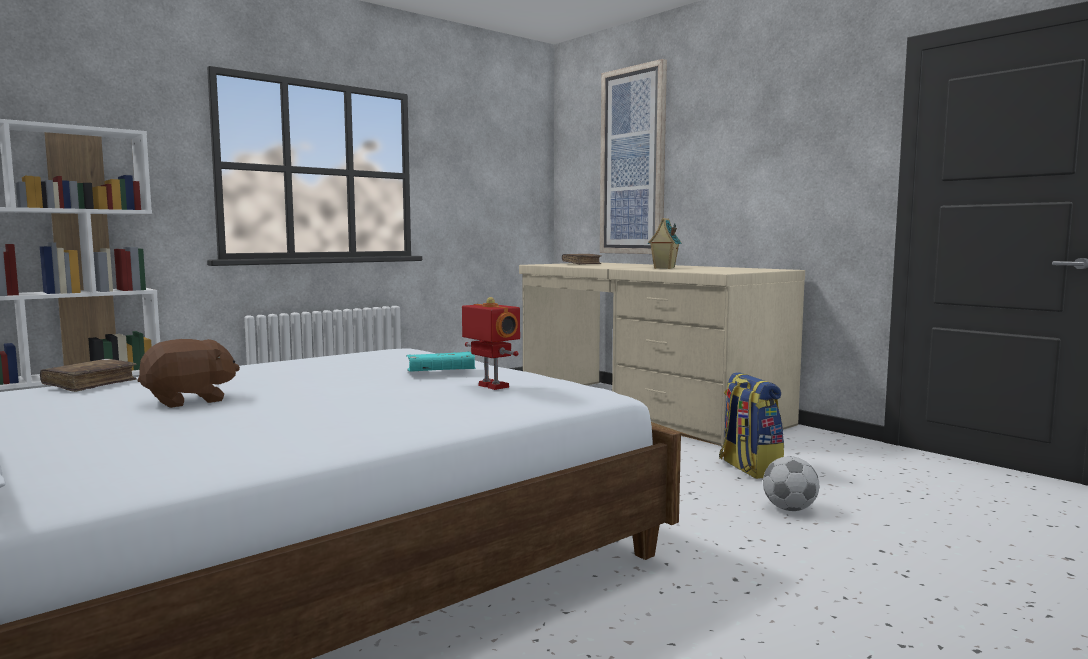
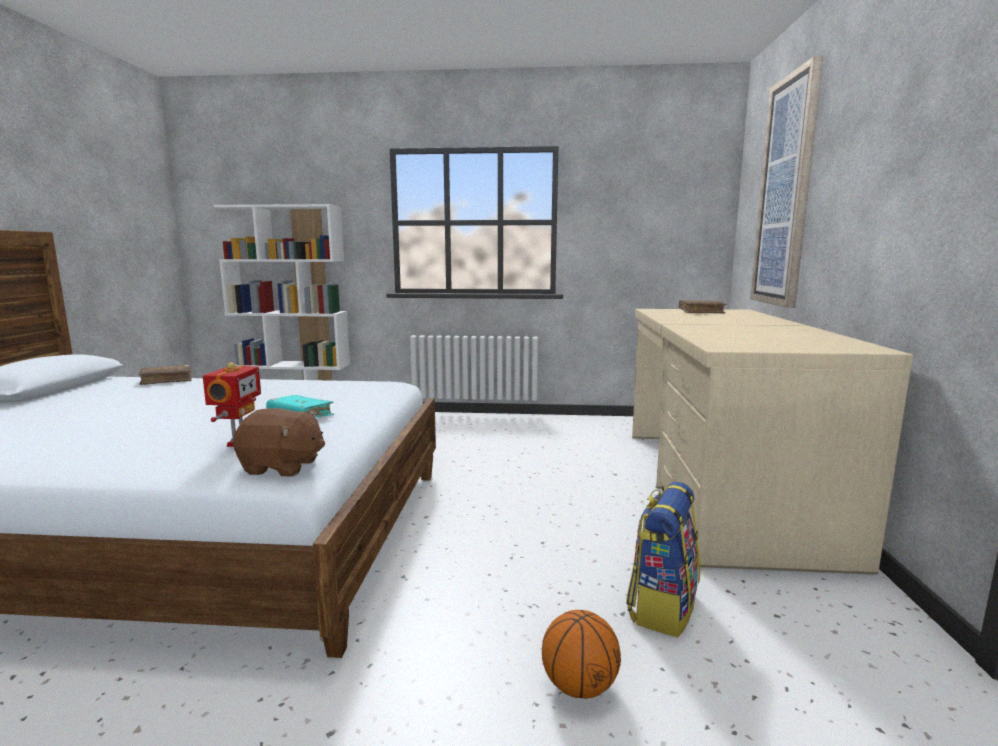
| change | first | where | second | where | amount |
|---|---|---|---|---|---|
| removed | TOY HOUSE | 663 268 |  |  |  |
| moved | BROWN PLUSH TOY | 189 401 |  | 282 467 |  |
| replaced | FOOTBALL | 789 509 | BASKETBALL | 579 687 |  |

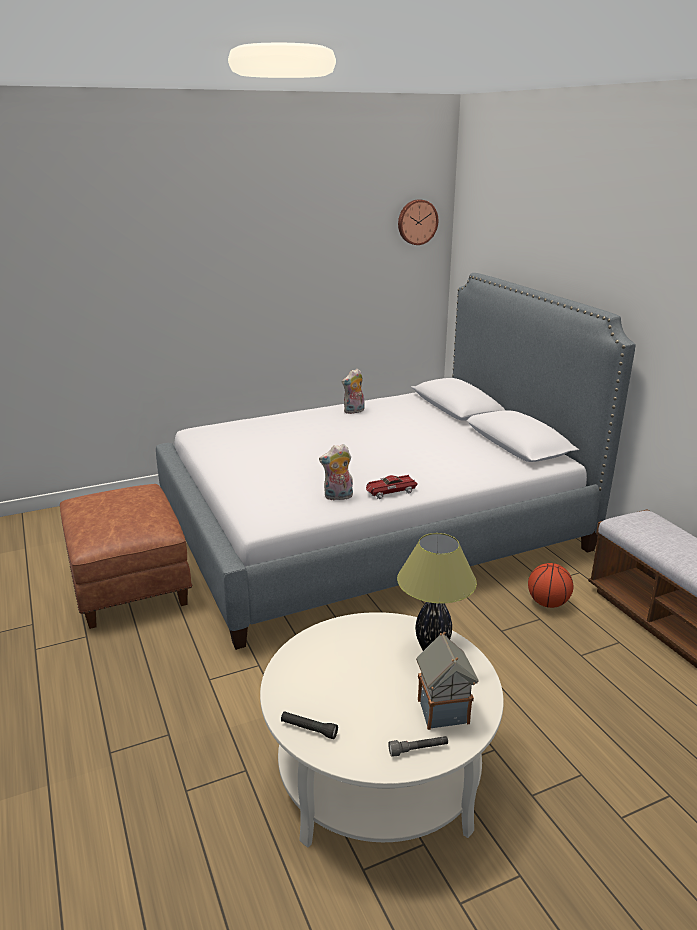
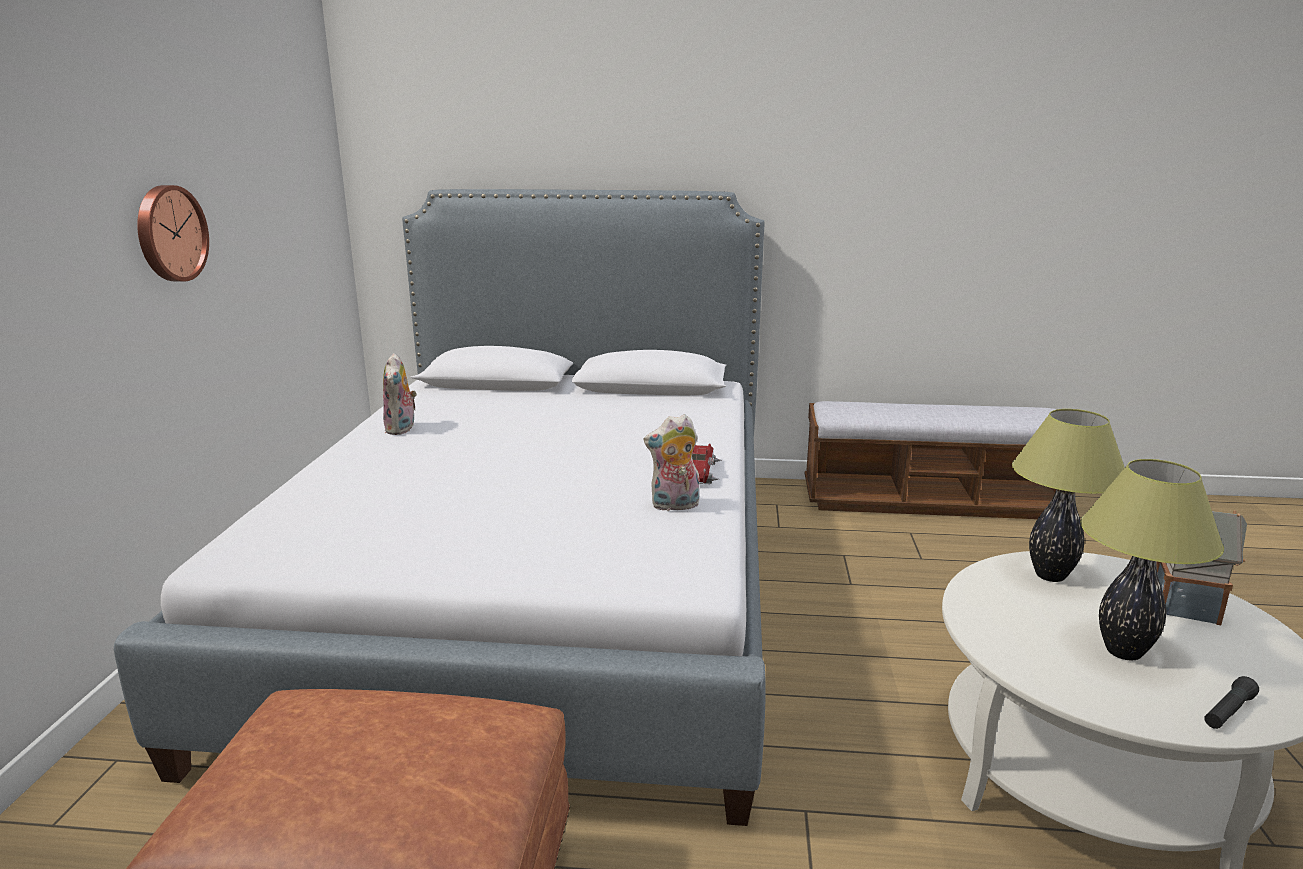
| change | first | where | second | where | amount |
|---|---|---|---|---|---|
| moved | WALL CLOCK | 417 222 |  | 169 233 |  |
| turned | PLUSH TOY | 338 497 |  | 674 506 | 60 degrees clockwise |
| removed | BASKETBALL | 547 603 |  |  |  |
| removed | GREY FLASHLIGHT | 418 750 |  |  |  |
| added |  |  | TABLE LAMP | 1124 652 |  |

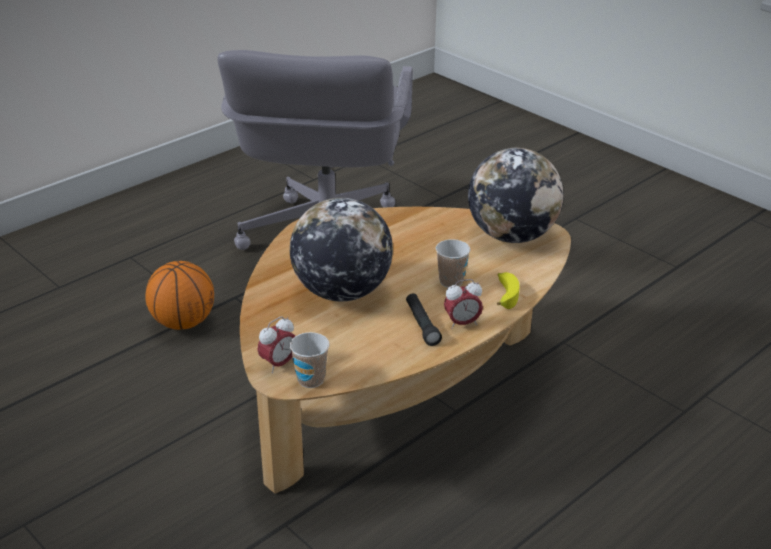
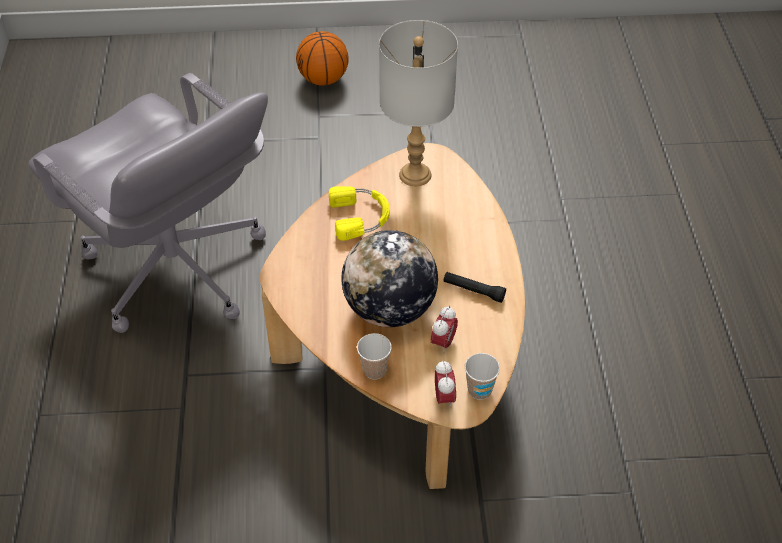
| change | first | where | second | where | amount |
|---|---|---|---|---|---|
| replaced | GLOBE | 511 235 | GREY TABLE LAMP | 415 174 |  |
| moved | CUP | 451 281 |  | 374 370 |  |
| moved | BASKETBALL | 183 322 |  | 323 79 |  |
| removed | BANANA | 504 294 |  |  |  |
| moved | ALARM CLOCK | 462 323 |  | 443 343 |  |
| added |  |  | YELLOW HEADPHONES | 361 216 |  |

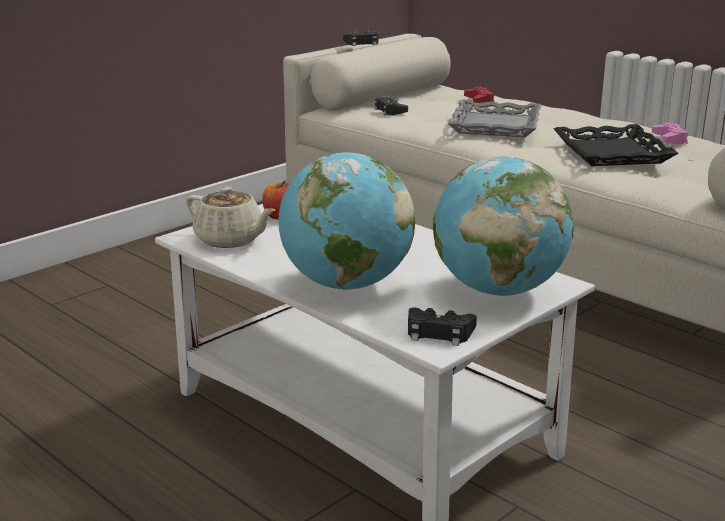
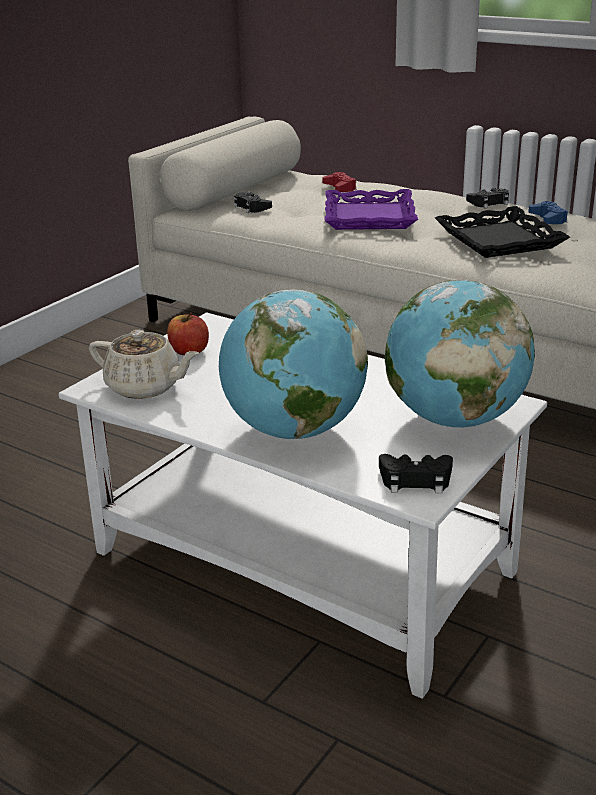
| change | first | where | second | where | amount |
|---|---|---|---|---|---|
| moved | BLACK GAME CONTROLLER | 362 43 |  | 489 203 |  |
| recoloured | GREY TRAY | 496 126 | PURPLE TRAY | 370 217 |  |
| recoloured | PINK GAME CONTROLLER | 669 139 | BLUE GAME CONTROLLER | 548 219 |  |

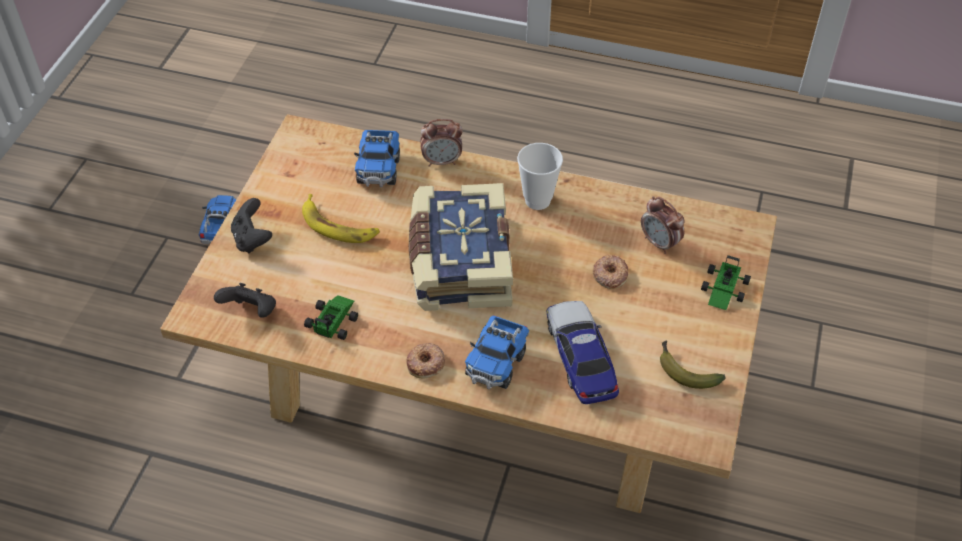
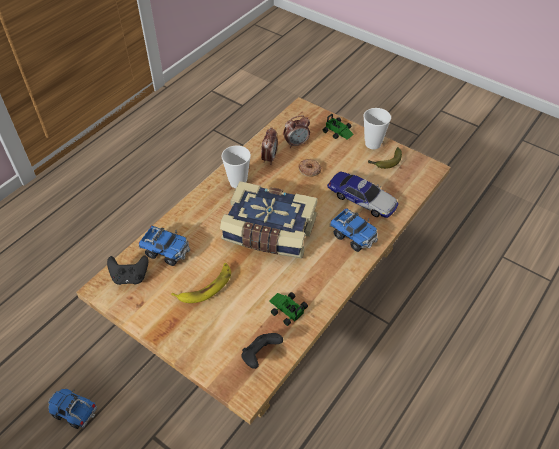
| change | first | where | second | where | amount |
|---|---|---|---|---|---|
| moved | ALARM CLOCK | 442 161 |  | 269 158 |  |
| moved | BLACK GAME CONTROLLER | 252 239 |  | 130 277 |  |
| turned | TOY CAR | 580 356 |  | 362 199 | 150 degrees counterclockwise |
| removed | DONUT | 426 363 |  |  |  |
| added |  |  | CUP | 373 144 |  |

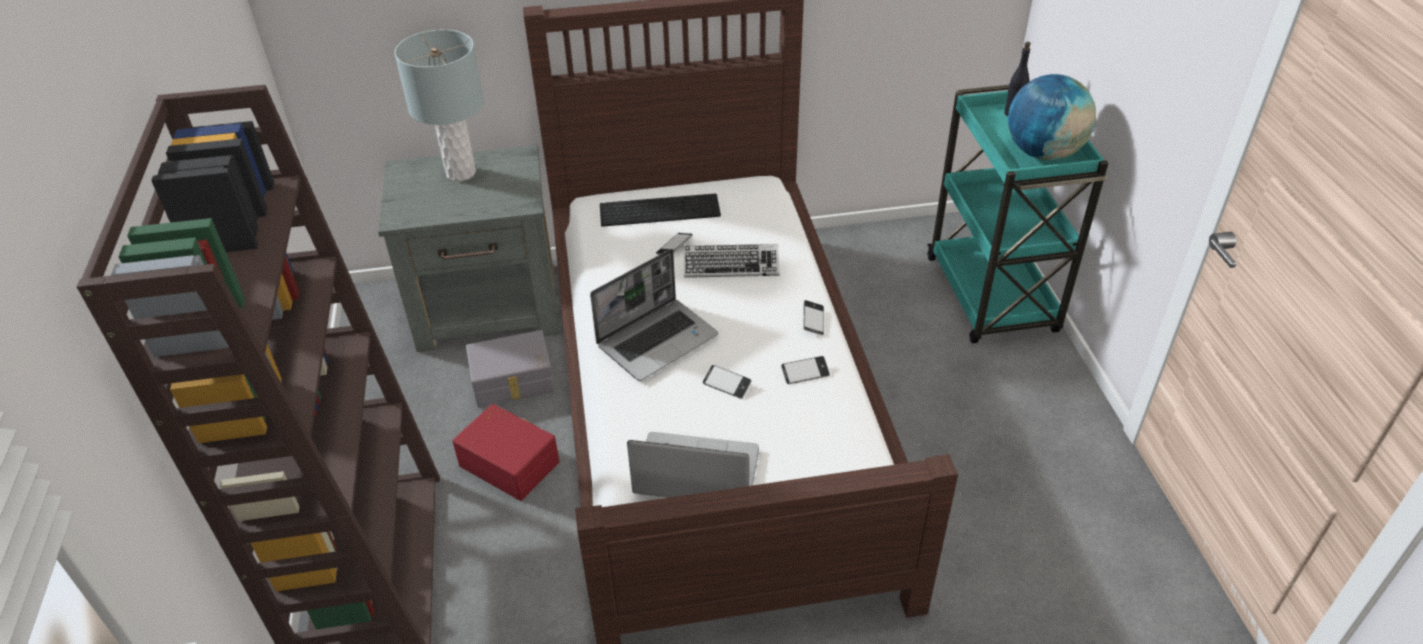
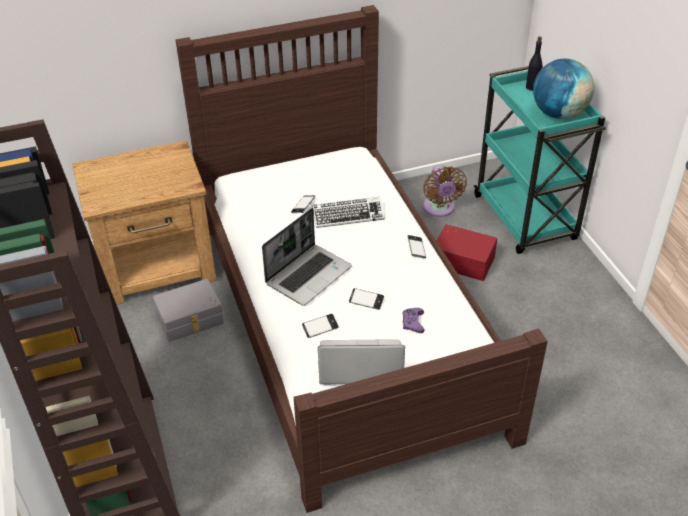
| change | first | where | second | where | amount |
|---|---|---|---|---|---|
| removed | GREY TABLE LAMP | 461 173 |  |  |  |
| recoloured | GREY NIGHTSTAND | 490 307 | BROWN NIGHTSTAND | 158 266 |  |
| removed | KEYBOARD | 660 209 |  |  |  |
| moved | PHONE | 805 373 |  | 320 328 |  |
| moved | RED STORAGE BOX | 510 462 |  | 463 260 |  |
| added |  |  | BROWN FAN | 439 209 |  |
| added |  |  | PURPLE GAME CONTROLLER | 413 323 |  |

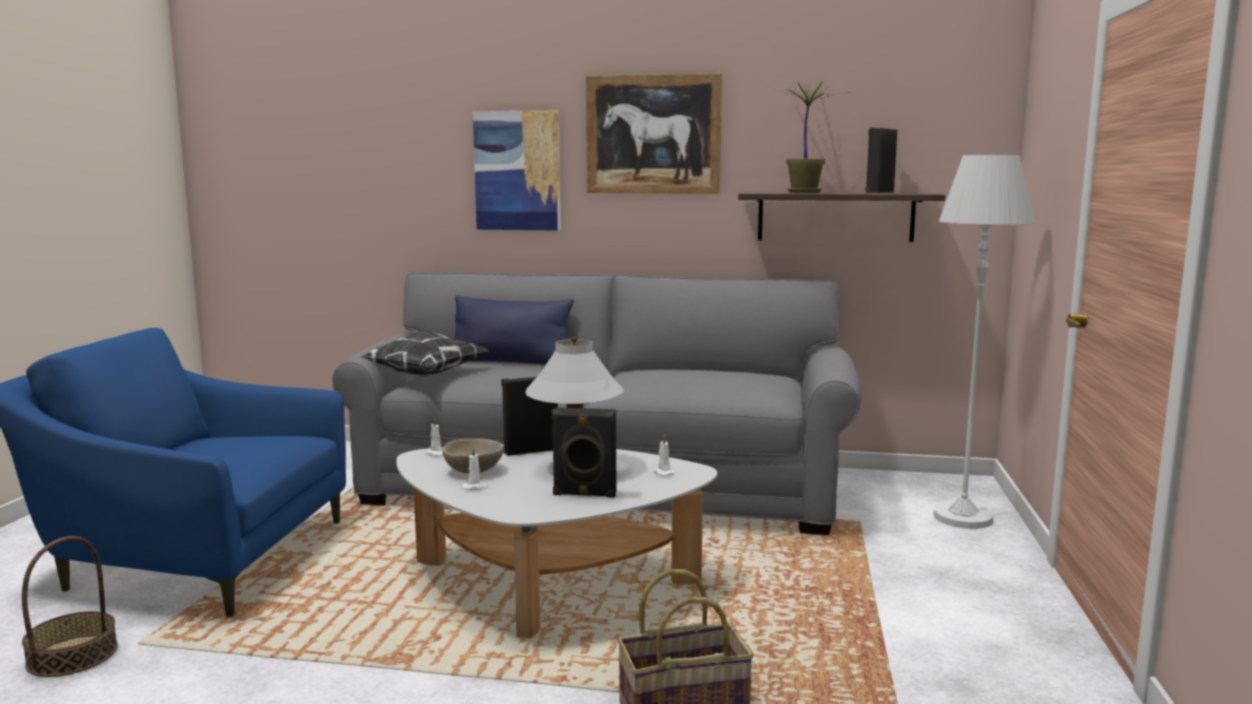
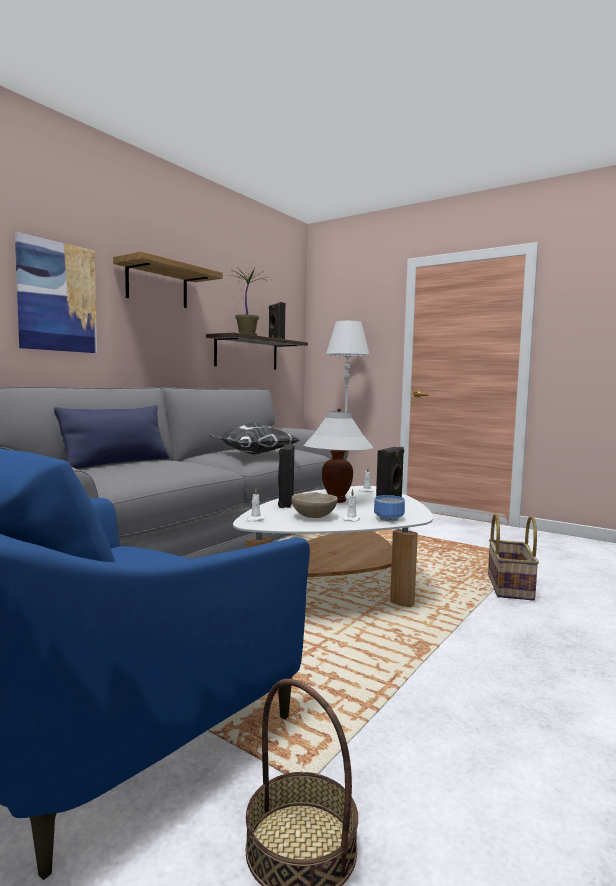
| change | first | where | second | where | amount |
|---|---|---|---|---|---|
| replaced | PICTURE | 653 134 | SHELF | 157 285 |  |
| moved | PILLOW | 426 375 |  | 253 454 |  |
| added |  |  | BOWL | 390 519 |  |

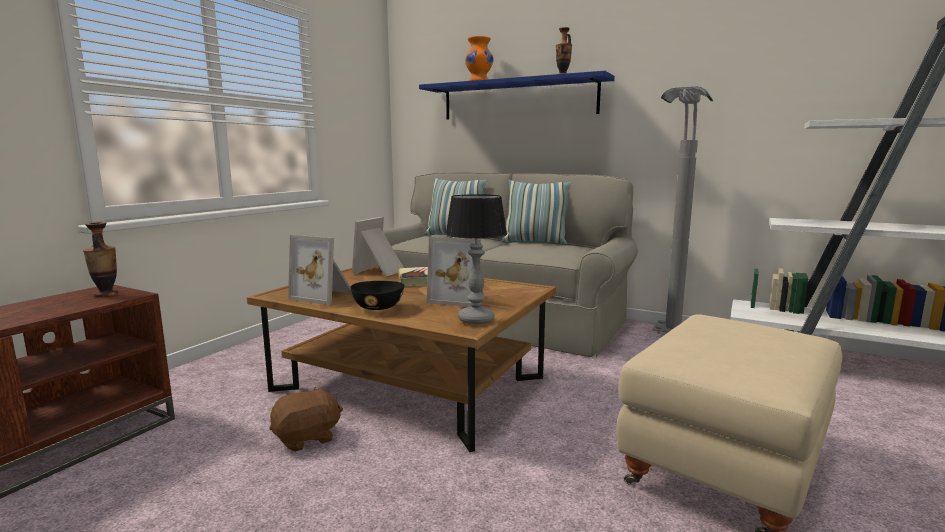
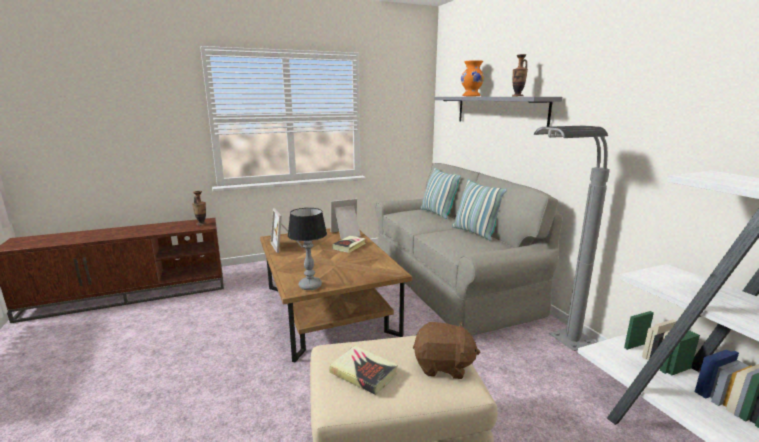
| change | first | where | second | where | amount |
|---|---|---|---|---|---|
| recoloured | BLUE SHELF | 518 99 | GREY SHELF | 499 111 |  |
| removed | PICTURE FRAME | 459 298 |  |  |  |
| removed | BLACK BOWL | 379 307 |  |  |  |
| moved | BROWN PLUSH TOY | 307 438 |  | 443 366 |  |
| added |  |  | BOOK | 363 373 |  |

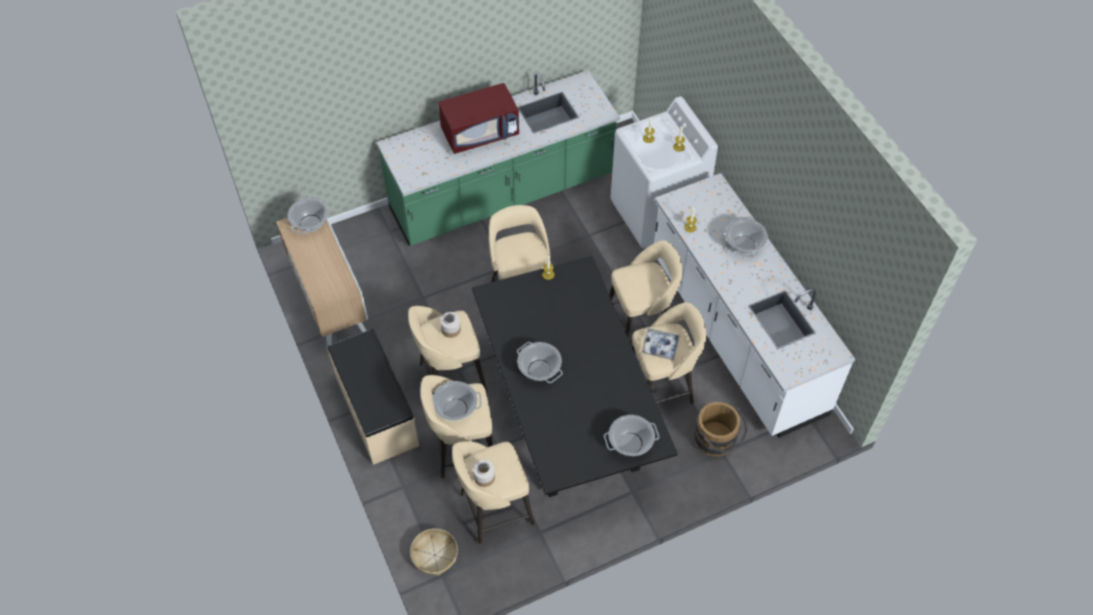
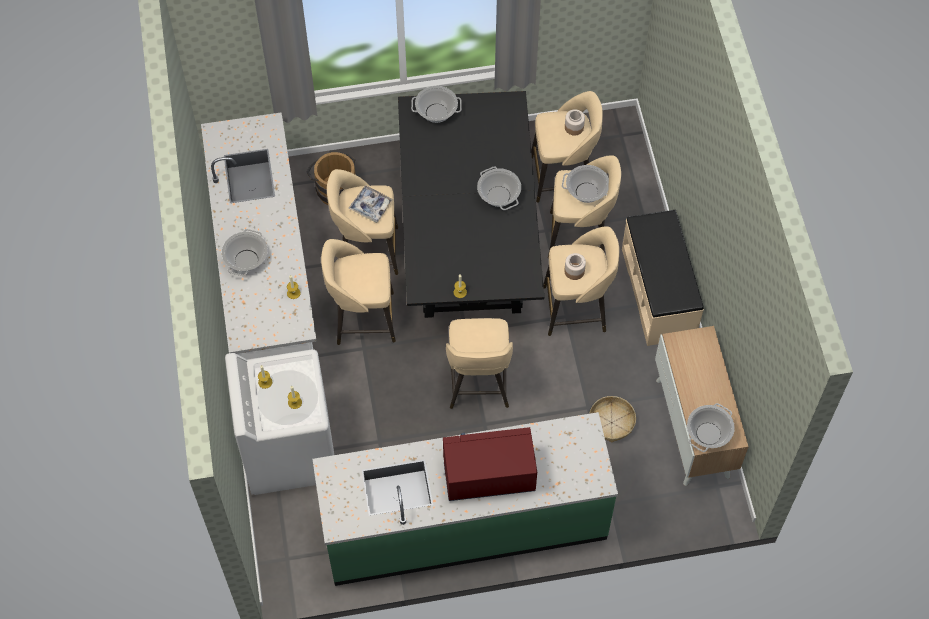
| change | first | where | second | where | amount |
|---|---|---|---|---|---|
| moved | BASKET | 435 555 |  | 611 422 |  |

